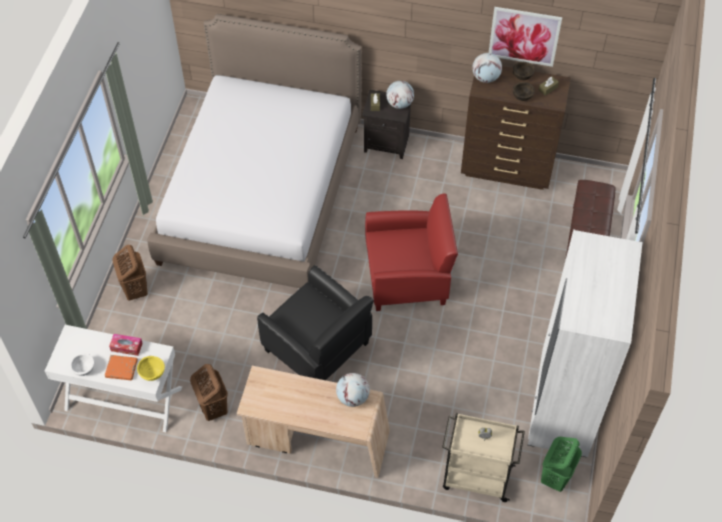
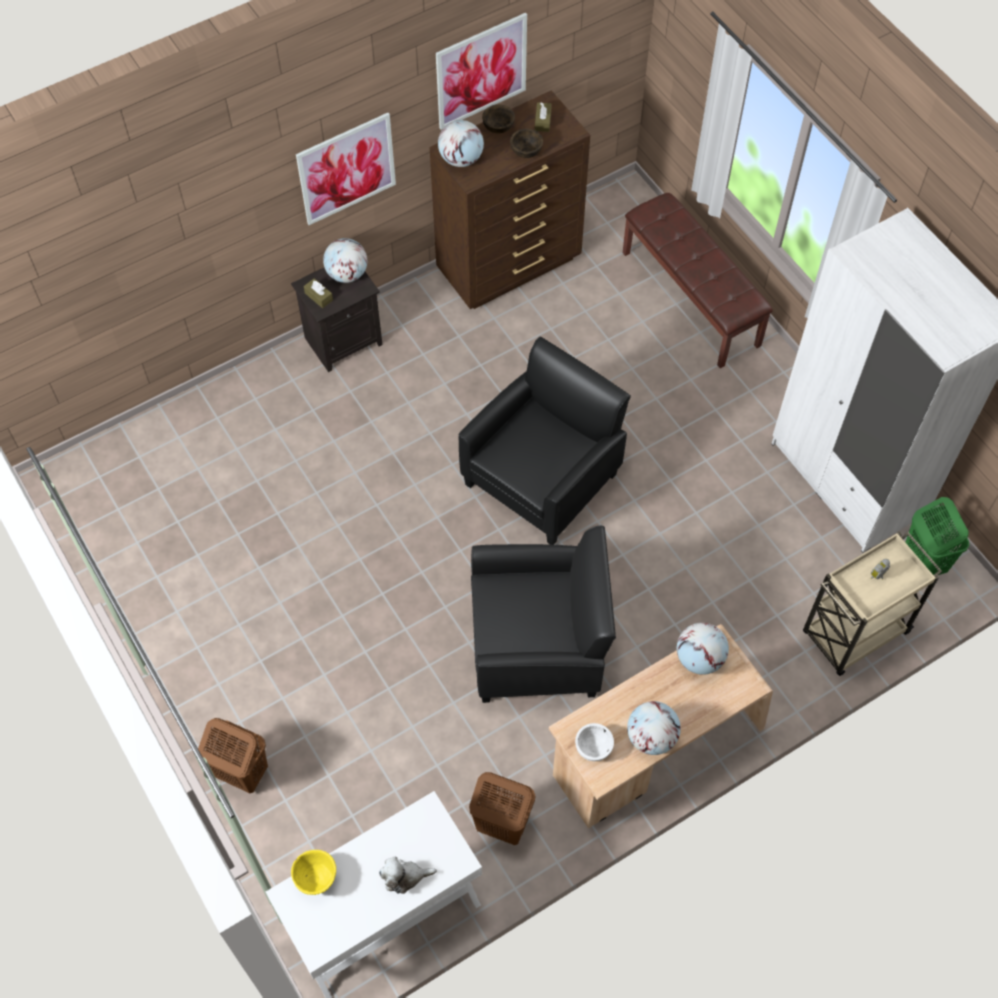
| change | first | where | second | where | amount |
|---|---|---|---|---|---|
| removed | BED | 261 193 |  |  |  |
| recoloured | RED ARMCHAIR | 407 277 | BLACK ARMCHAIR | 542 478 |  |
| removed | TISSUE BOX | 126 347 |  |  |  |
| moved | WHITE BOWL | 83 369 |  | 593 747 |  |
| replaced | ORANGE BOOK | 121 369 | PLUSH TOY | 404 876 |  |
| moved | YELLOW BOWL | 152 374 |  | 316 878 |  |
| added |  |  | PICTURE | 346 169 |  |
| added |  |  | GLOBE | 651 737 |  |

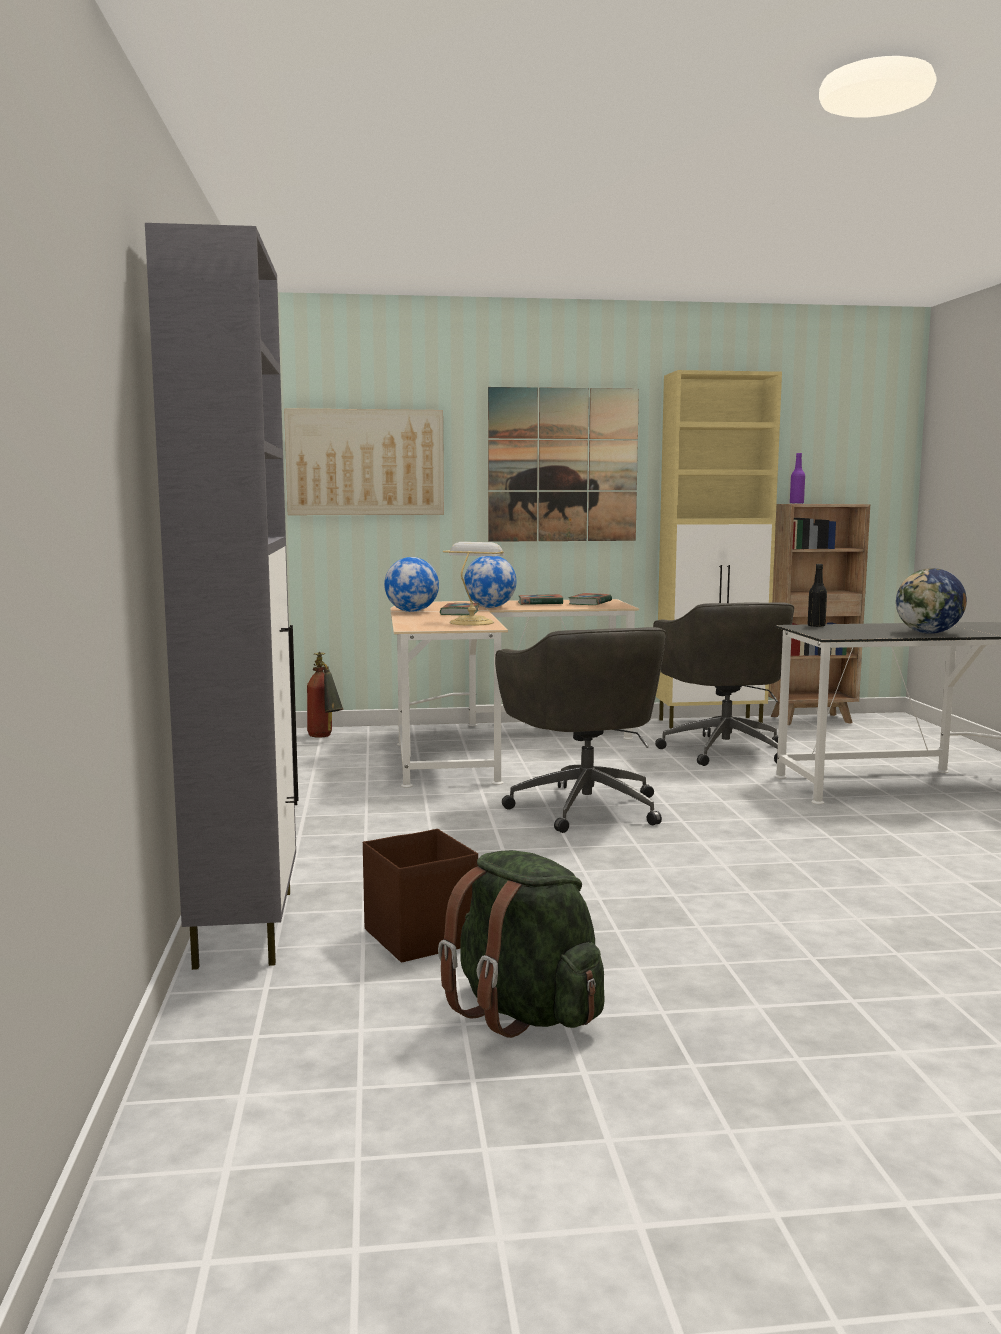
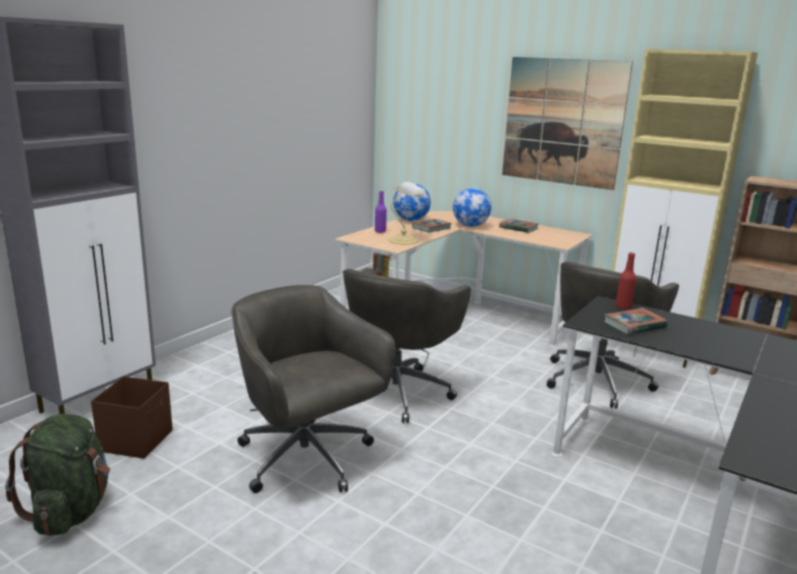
| change | first | where | second | where | amount |
|---|---|---|---|---|---|
| removed | PICTURE | 365 462 |  |  |  |
| moved | PURPLE BOTTLE | 796 503 |  | 380 231 |  |
| recoloured | BLACK BOTTLE | 816 626 | RED BOTTLE | 623 306 |  |
| removed | GLOBE | 928 633 |  |  |  |
| moved | BOOK | 590 603 |  | 634 325 |  |
| added |  |  | GREY OFFICE CHAIR | 307 459 |  |

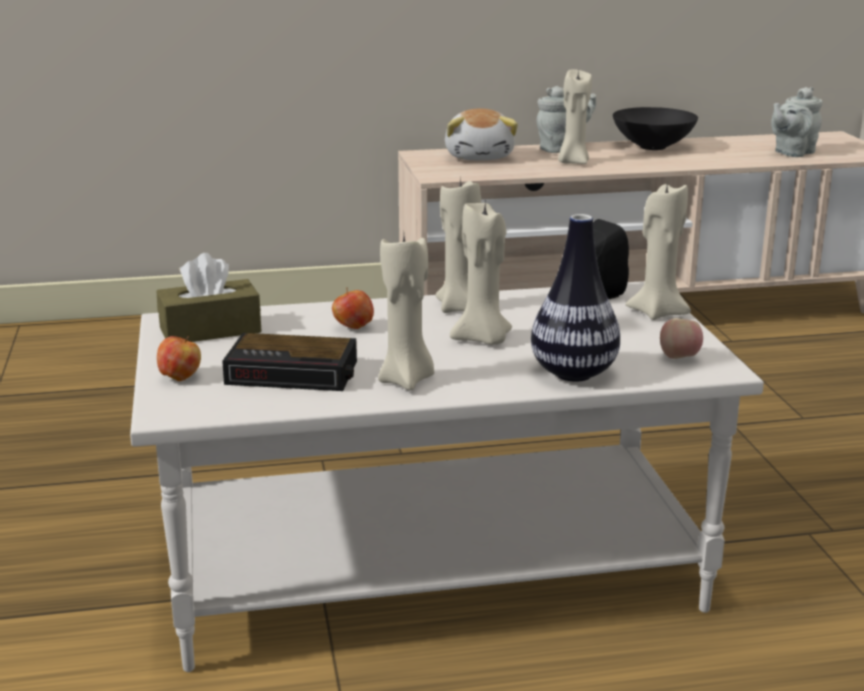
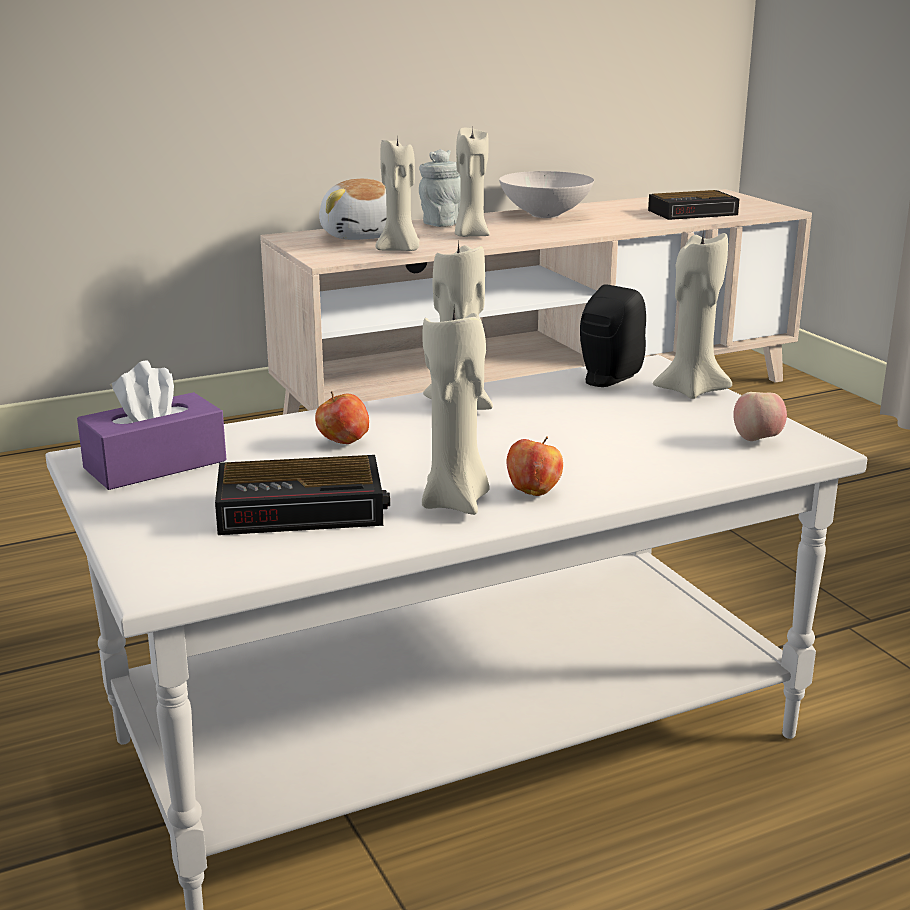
| change | first | where | second | where | amount |
|---|---|---|---|---|---|
| replaced | GREY TEAPOT | 792 153 | ALARM CLOCK | 694 212 |  |
| recoloured | BLACK BOWL | 654 147 | WHITE BOWL | 546 214 |  |
| moved | BEIGE CANDLE | 483 339 |  | 400 250 |  |
| removed | VASE | 573 374 |  |  |  |
| recoloured | BROWN TISSUE BOX | 210 330 | PURPLE TISSUE BOX | 155 464 |  |
| moved | APPLE | 180 378 |  | 533 492 |  |

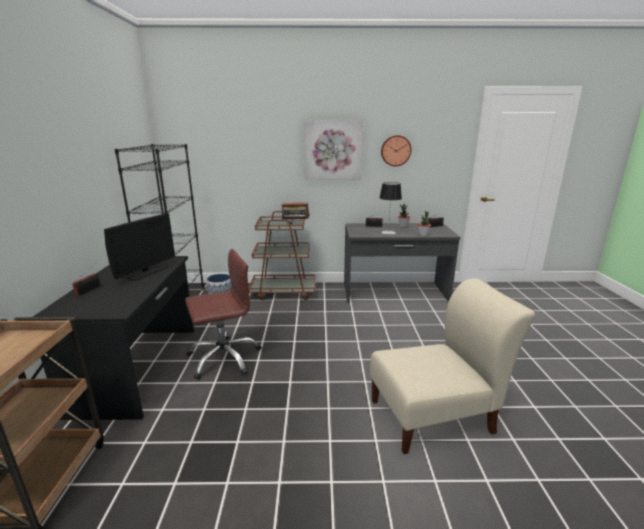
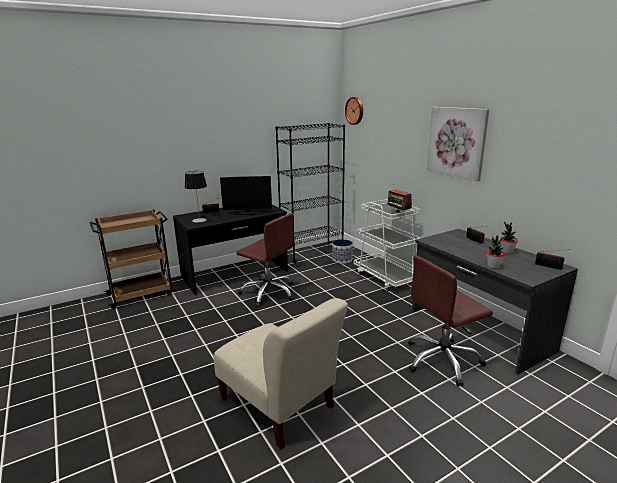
| change | first | where | second | where | amount |
|---|---|---|---|---|---|
| moved | WALL CLOCK | 395 150 |  | 355 111 |  |
| moved | TABLE LAMP | 388 232 |  | 199 220 |  |
| recoloured | BROWN CART | 283 292 | WHITE CART | 386 277 |  |
| added |  |  | BROWN OFFICE CHAIR | 442 361 |  |

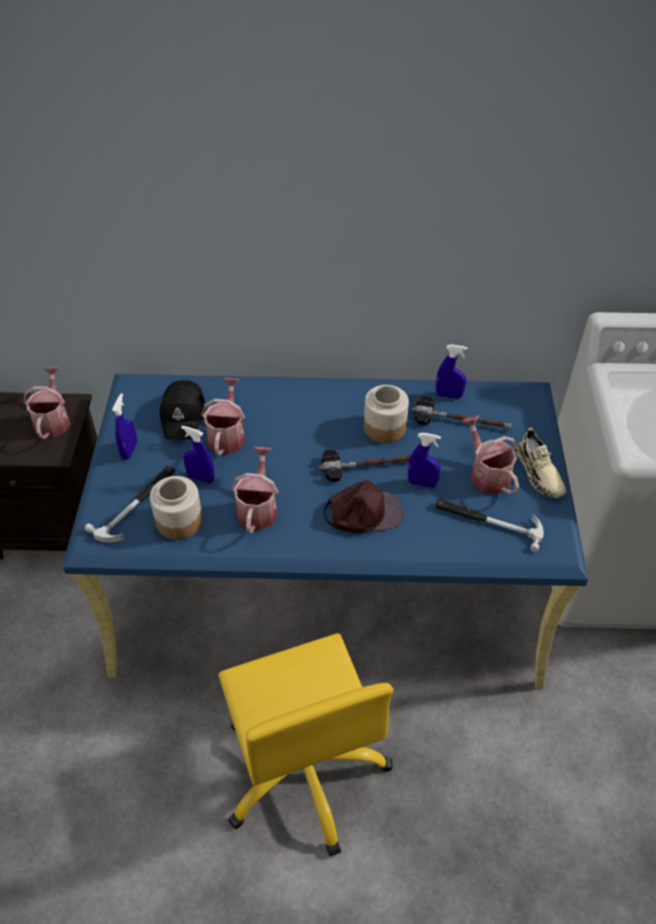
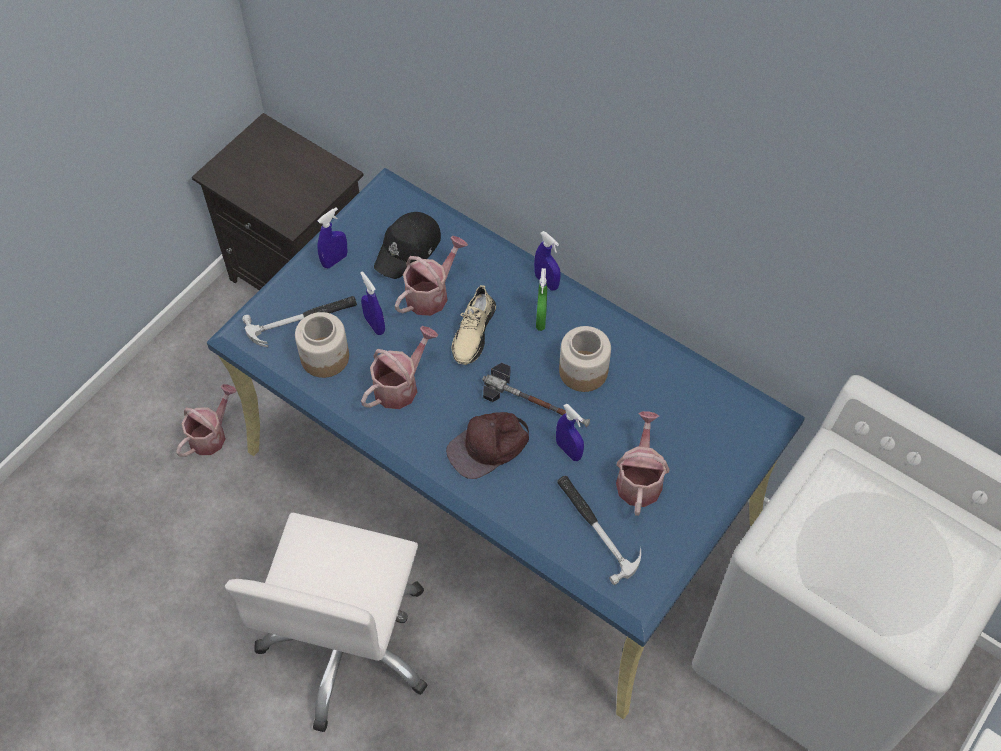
| change | first | where | second | where | amount |
|---|---|---|---|---|---|
| moved | BLUE SPRAY BOTTLE | 449 395 |  | 546 282 |  |
| moved | WATERING CAN | 53 420 |  | 211 434 |  |
| removed | HAMMER | 461 420 |  |  |  |
| moved | BEIGE SHOE | 539 472 |  | 473 333 |  |
| turned | BROWN CAP | 363 512 |  | 489 446 | 120 degrees clockwise |
| recoloured | YELLOW OFFICE CHAIR | 305 770 | WHITE OFFICE CHAIR | 349 644 |  |
| added |  |  | GREEN SPRAY BOTTLE | 541 319 |  |

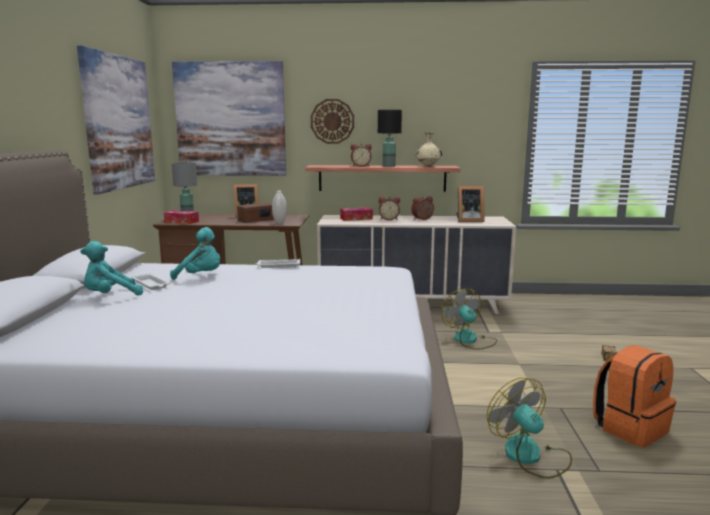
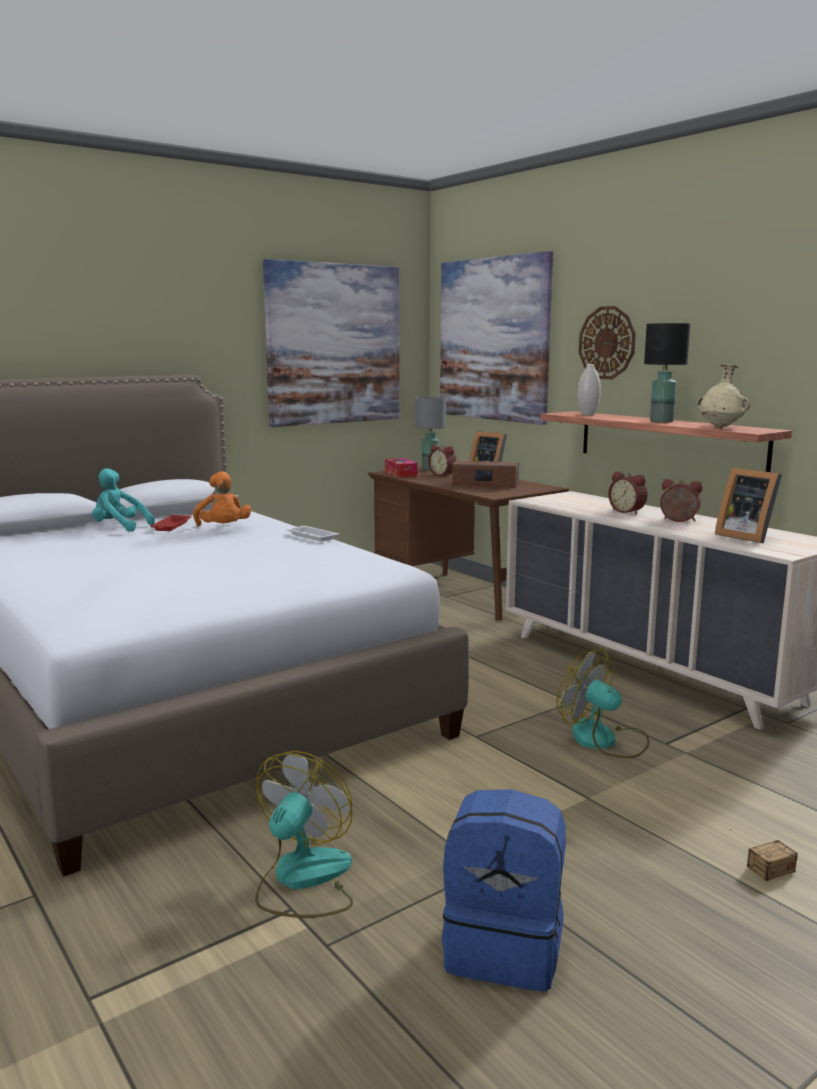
| change | first | where | second | where | amount |
|---|---|---|---|---|---|
| moved | ALARM CLOCK | 360 166 |  | 443 475 |  |
| moved | WHITE VASE | 279 223 |  | 587 415 |  |
| removed | TISSUE BOX | 356 218 |  |  |  |
| recoloured | TURQUOISE PLUSH TOY | 201 276 | ORANGE PLUSH TOY | 223 529 |  |
| recoloured | WHITE TRAY | 151 284 | RED TRAY | 171 526 |  |
| turned | FAN | 470 340 |  | 604 740 | 75 degrees counterclockwise |
| recoloured | ORANGE BACKPACK | 630 428 | BLUE BACKPACK | 505 948 |  |

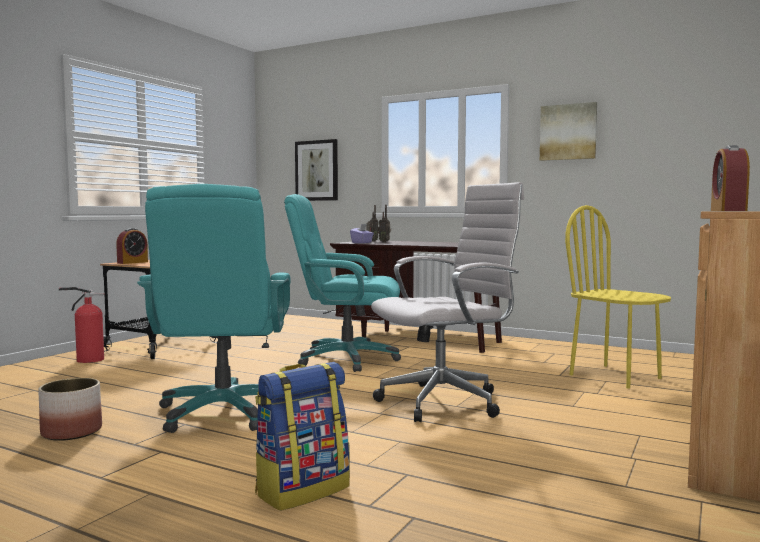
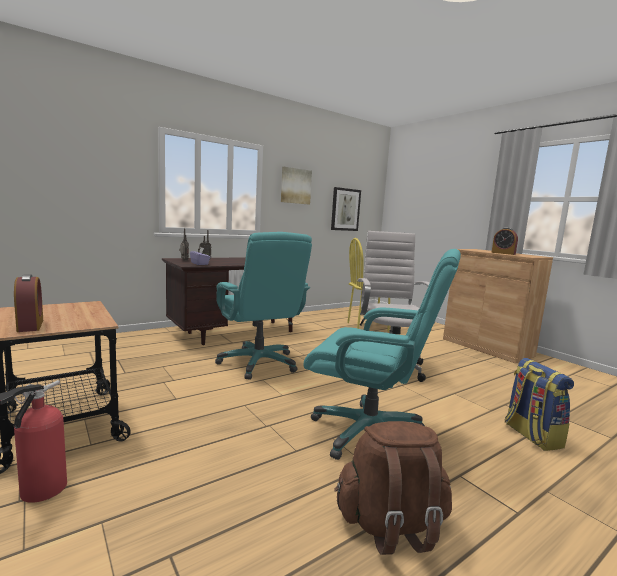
| change | first | where | second | where | amount |
|---|---|---|---|---|---|
| moved | PICTURE | 317 170 |  | 345 209 |  |
| turned | TURQUOISE OFFICE CHAIR | 346 359 |  | 259 363 | 60 degrees counterclockwise |
| replaced | PLANTER | 71 432 | BROWN BACKPACK | 391 524 |  |

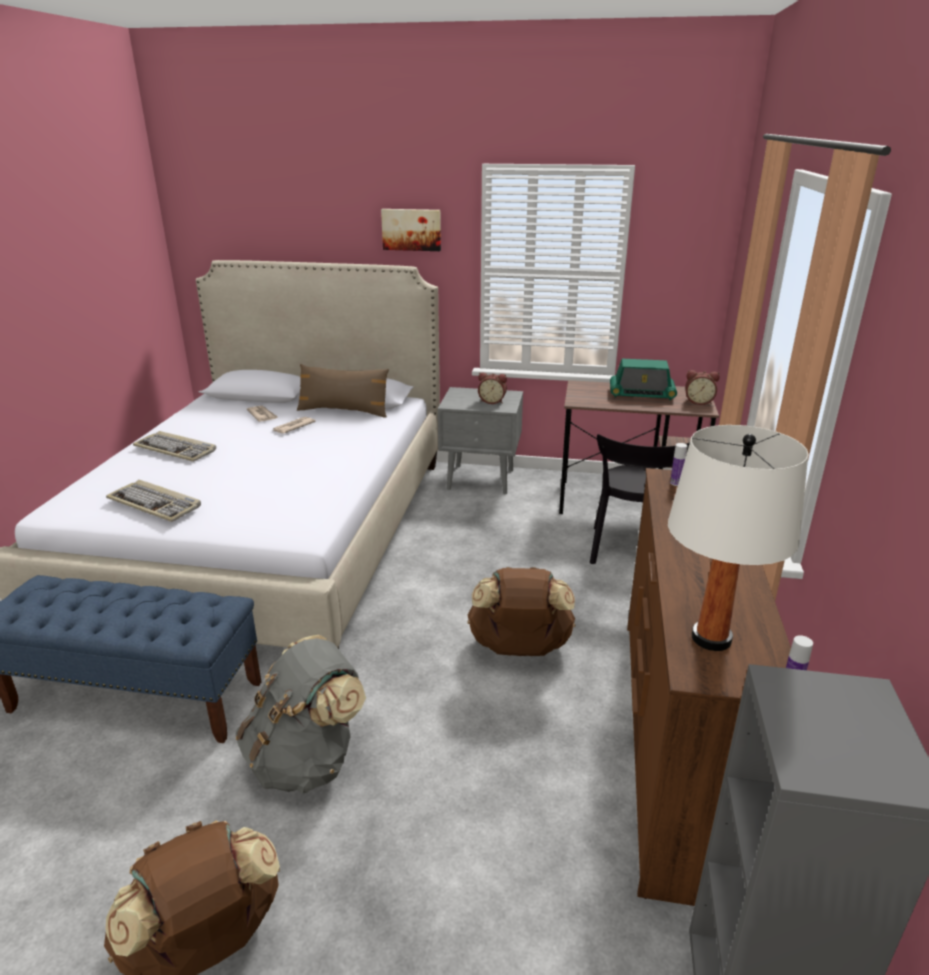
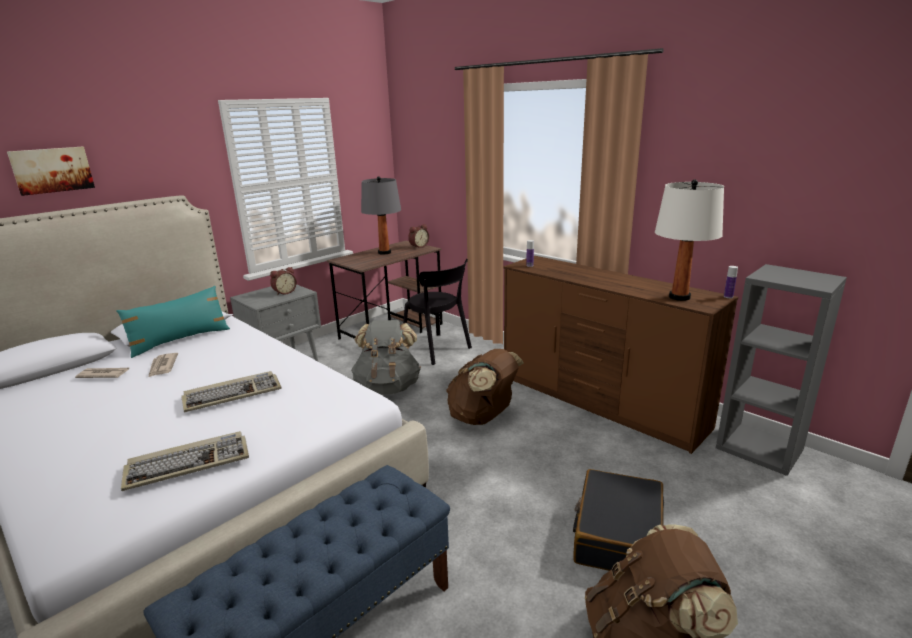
| change | first | where | second | where | amount |
|---|---|---|---|---|---|
| moved | PICTURE | 411 229 |  | 52 170 |  |
| replaced | RADIO | 641 394 | GREY TABLE LAMP | 384 252 |  |
| recoloured | BROWN PILLOW | 344 411 | TURQUOISE PILLOW | 180 340 |  |
| moved | KEYBOARD | 176 449 |  | 233 394 |  |
| moved | GREY BACKPACK | 306 760 |  | 388 387 |  |
| added |  |  | BLACK SUITCASE | 617 535 |  |

